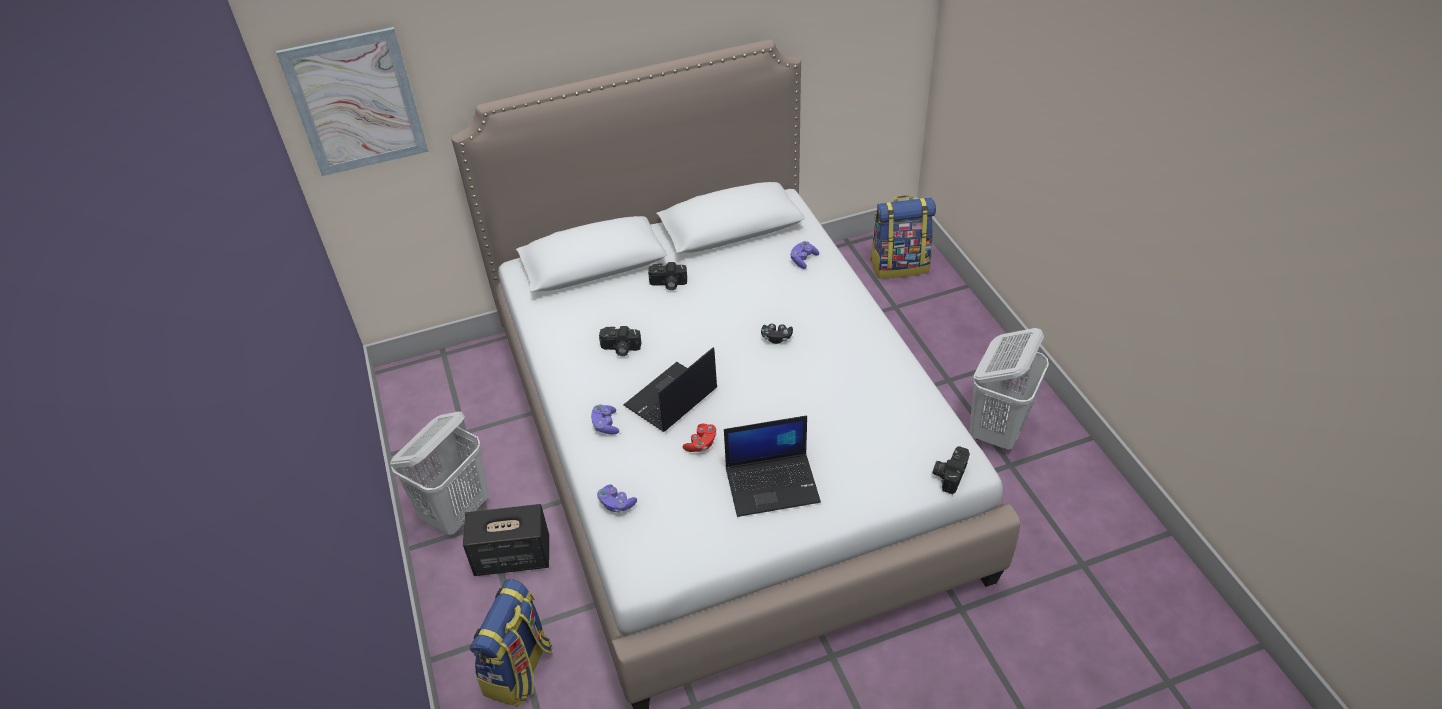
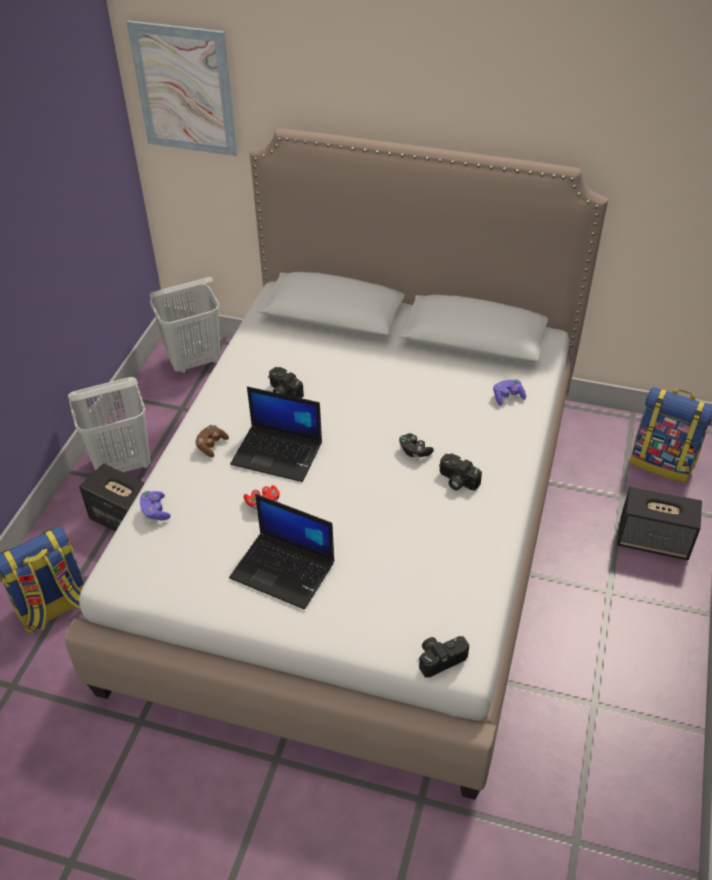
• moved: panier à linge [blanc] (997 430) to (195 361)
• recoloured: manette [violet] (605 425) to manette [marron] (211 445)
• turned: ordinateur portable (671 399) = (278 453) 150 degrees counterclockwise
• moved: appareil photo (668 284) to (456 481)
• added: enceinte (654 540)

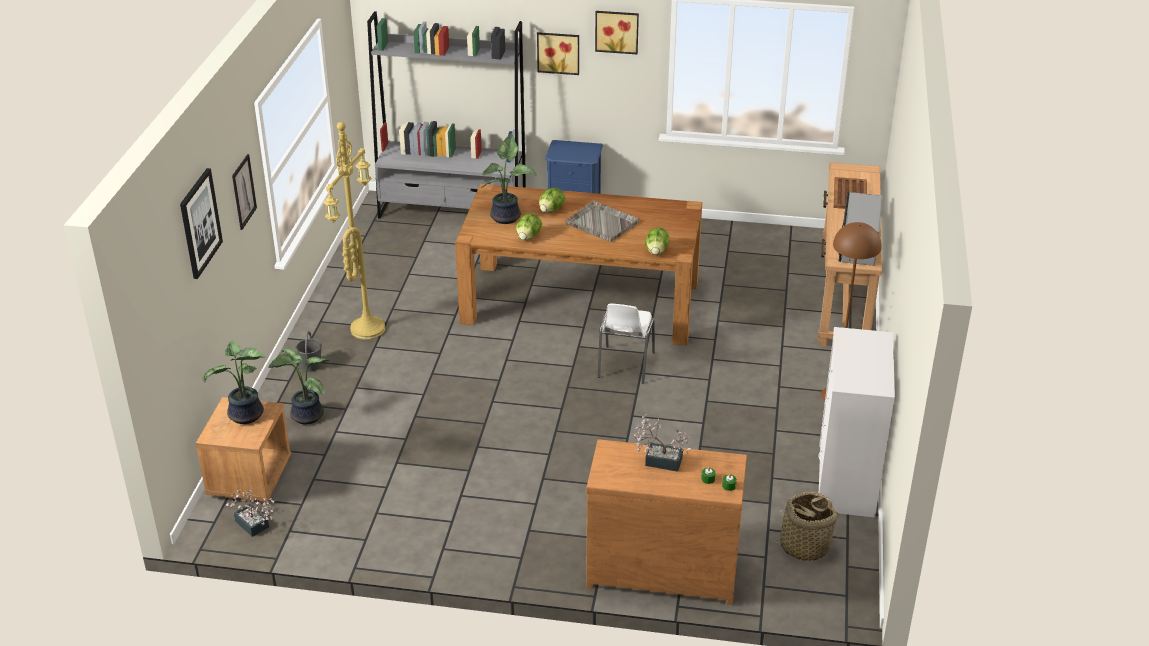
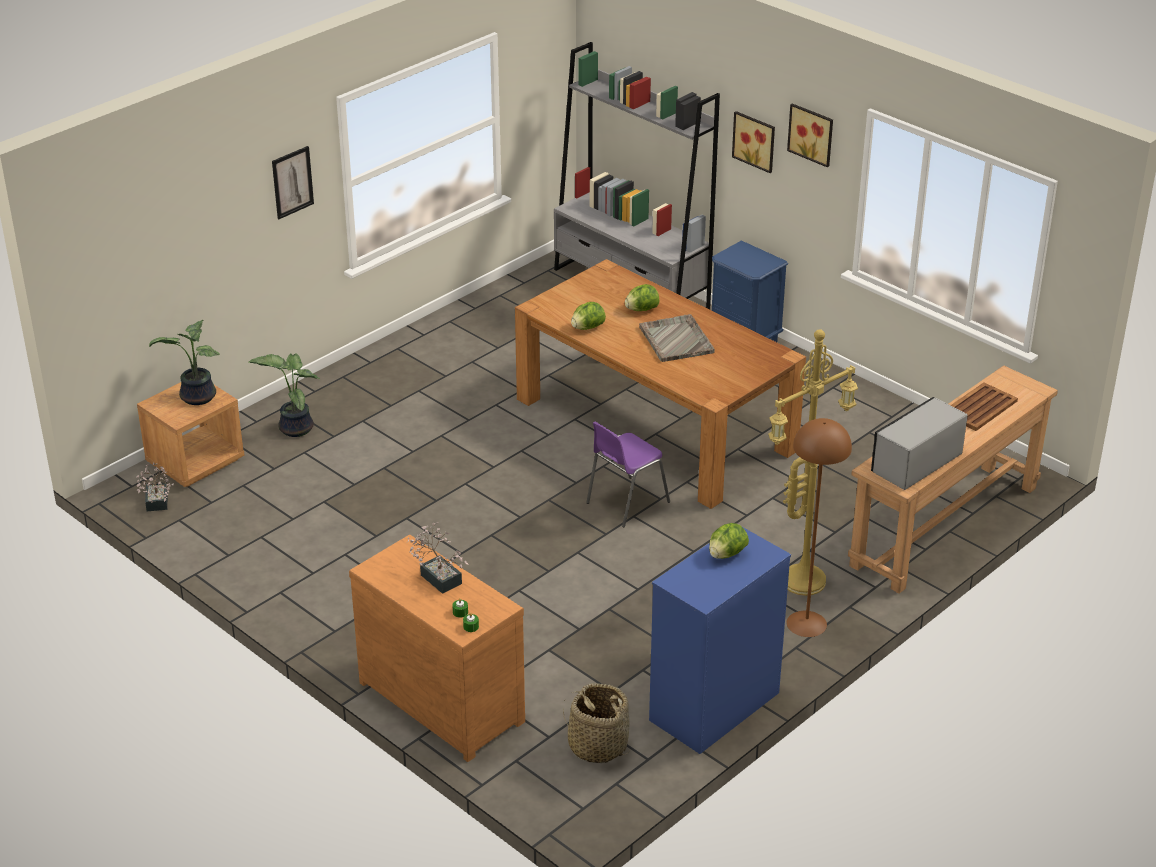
• recoloured: chaise [blanc] (624 366) to chaise [violet] (625 503)
• recoloured: commode [blanc] (846 481) to commode [bleu] (713 707)
• moved: laitue (656 251) to (726 554)
• moved: lampadaire [jaune] (366 328) to (803 579)
• removed: tableau (200 223)
• removed: seau [gris] (311 366)
• removed: plante en pot (507 217)

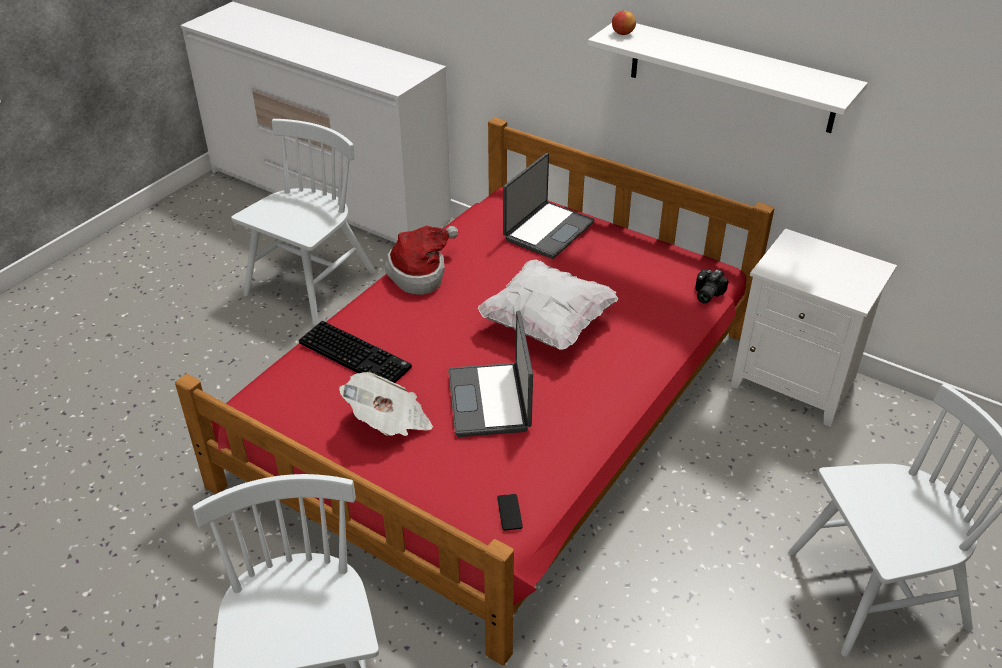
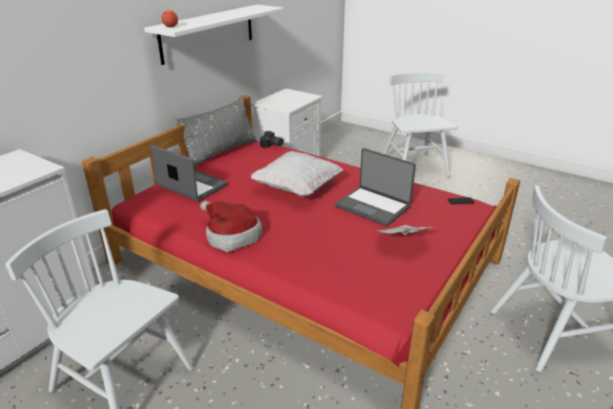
• added: coussin [gris] (221 152)
• turned: ordinateur portable (491 401) = (373 206) 45 degrees clockwise
• removed: clavier (357 355)

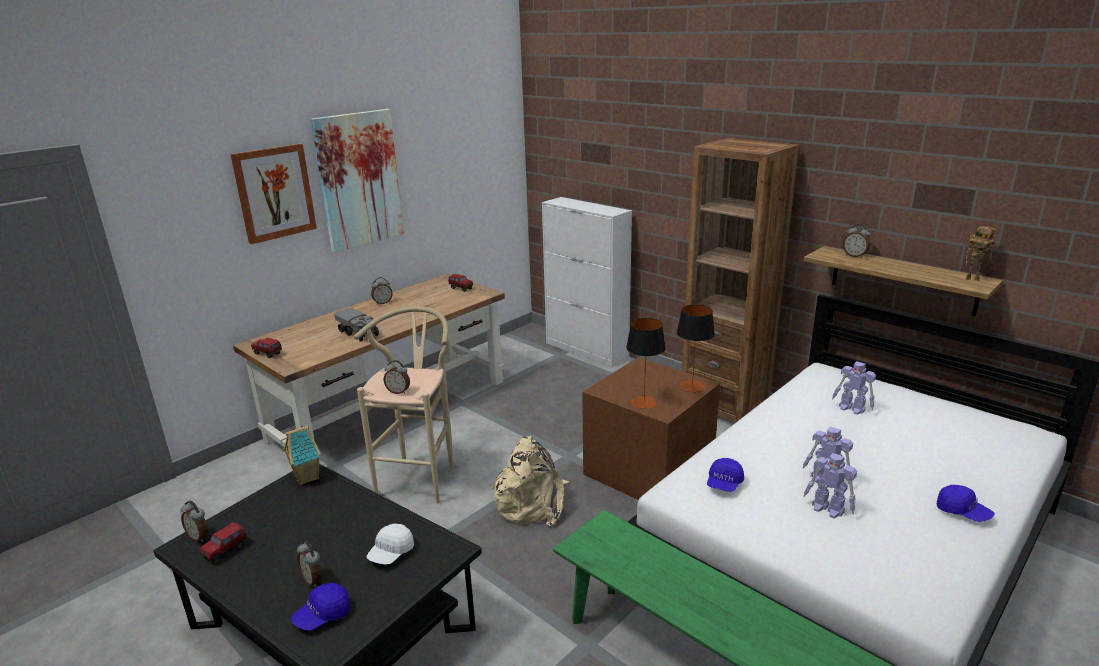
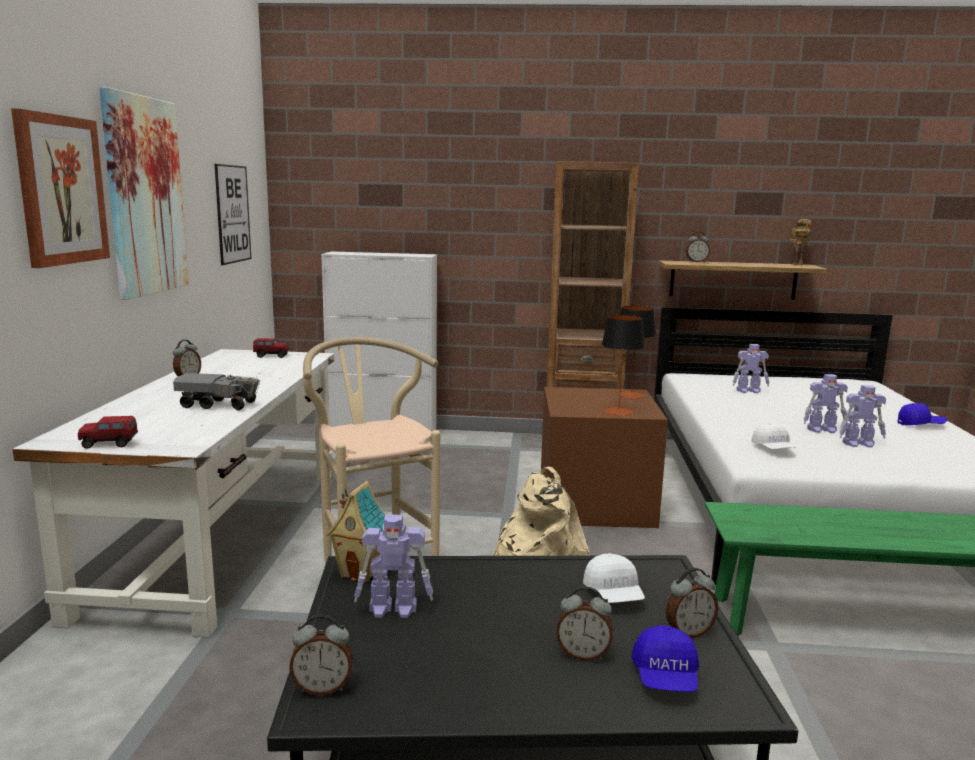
• recoloured: bureau [marron] (391 409) to bureau [blanc] (221 535)
• added: tableau (233 214)
• added: robot jouet (394 609)
• moved: réveil (398 391) to (688 632)
• recoloured: casquette [bleu] (724 484) to casquette [blanc] (773 449)
• removed: camion jouet (225 552)

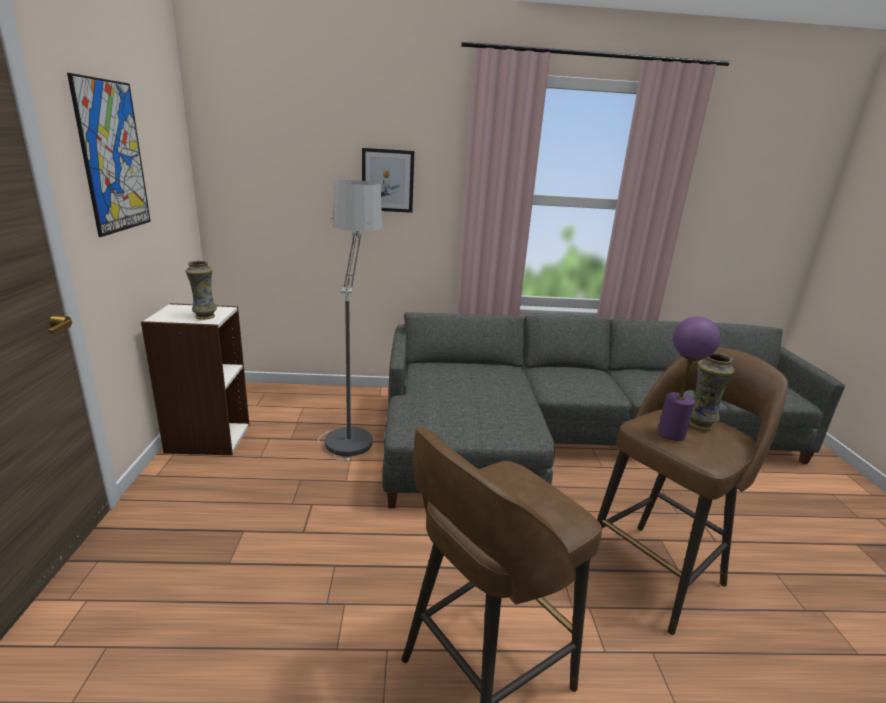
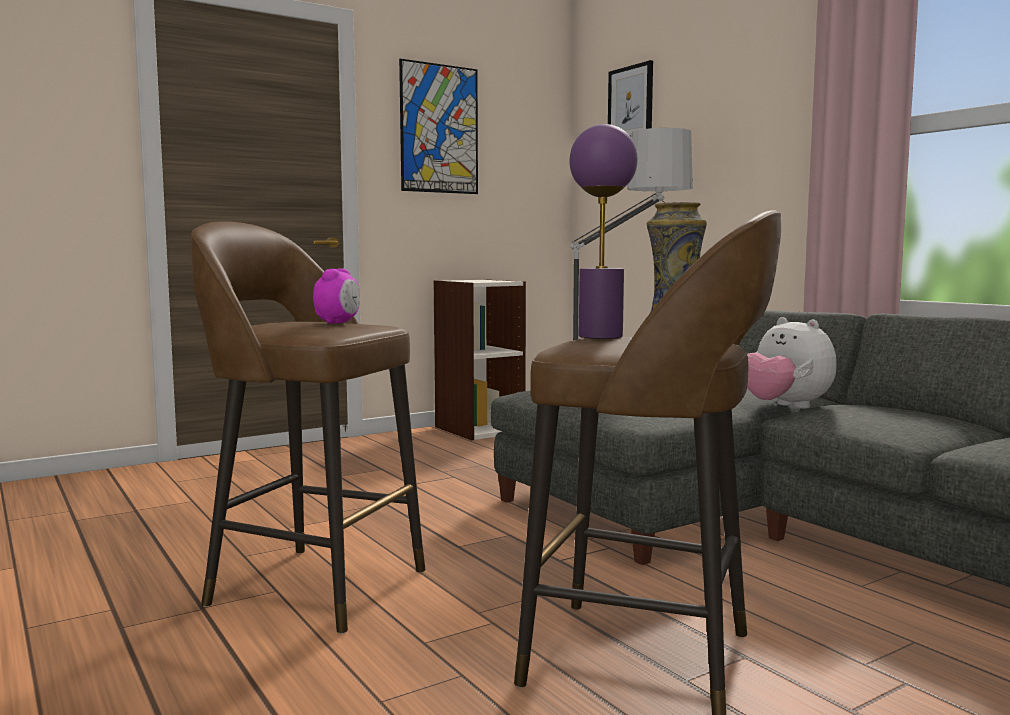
• added: réveil (338 323)
• moved: tableau (387 180) to (630 103)
• added: peluche (785 407)
• removed: vase (204 316)

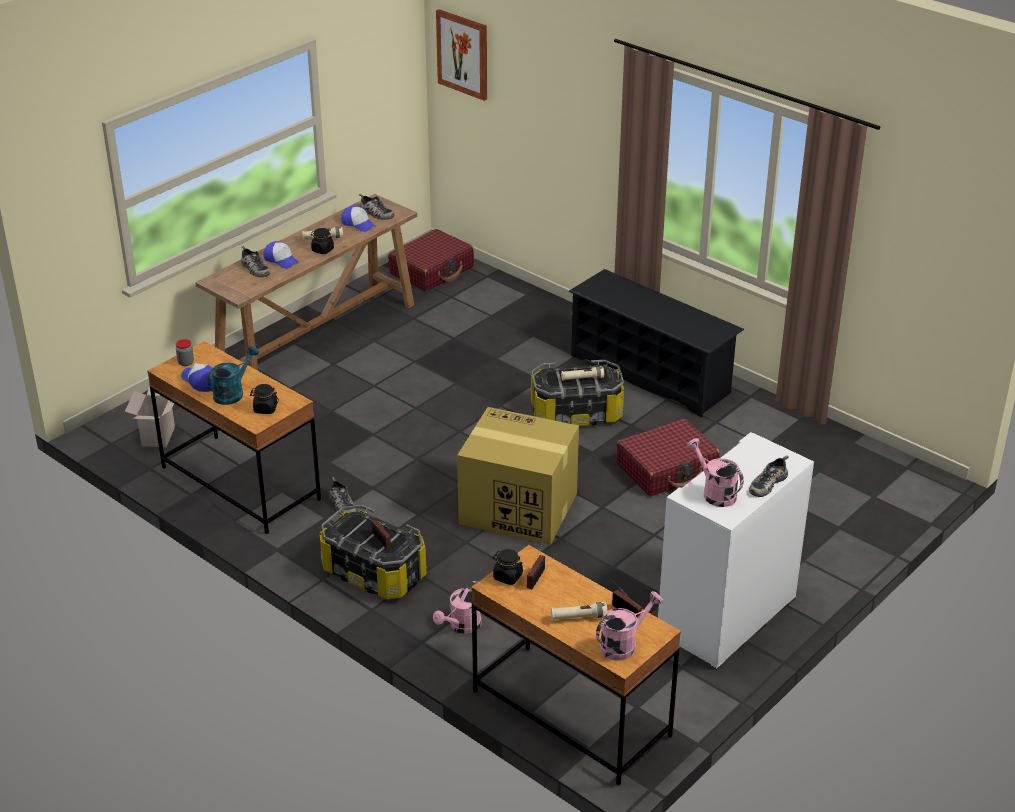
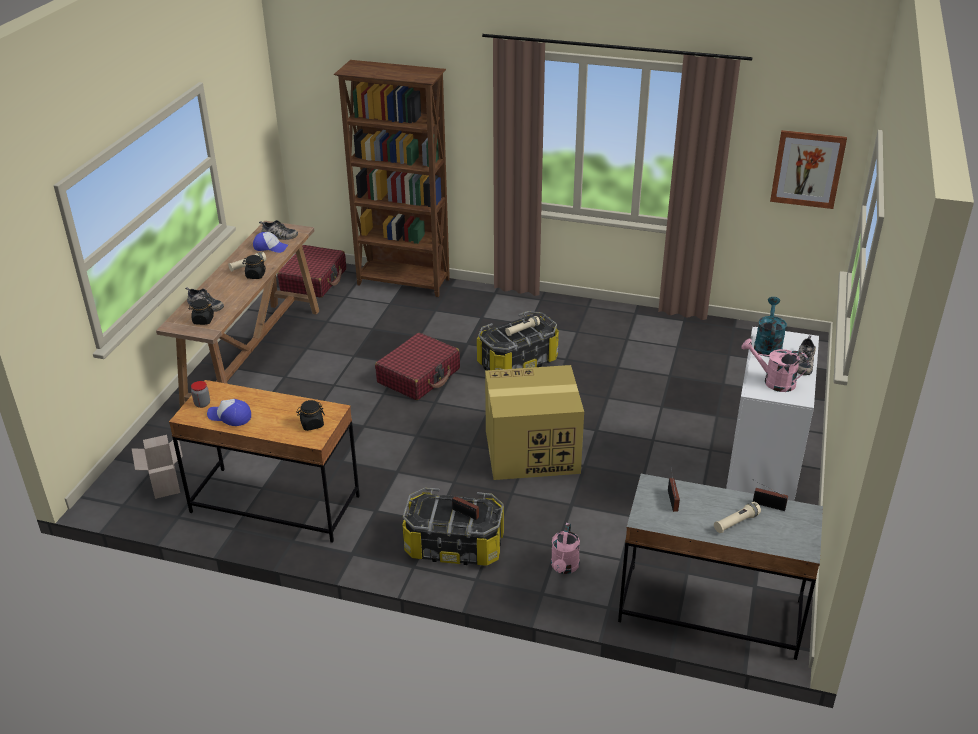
• moved: bocal [noir] (507 576) to (203 320)
• added: bibliothèque [marron] (404 282)
• moved: valise [rouge] (667 469) to (419 376)
• recoloured: bureau [marron] (570 713) to bureau [gris] (710 611)
• moved: arrosoir [turquoise] (232 393) to (767 345)
• moved: tableau (463 54) to (807 169)
• removed: casquette (281 260)
• removed: chaussure (341 504)
• removed: étagère à chaussures [noir] (650 374)
• removed: arrosoir [rose] (623 644)

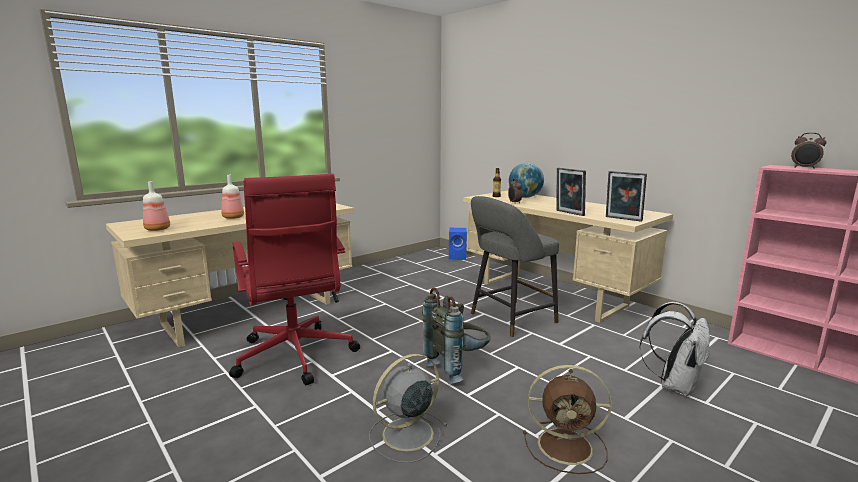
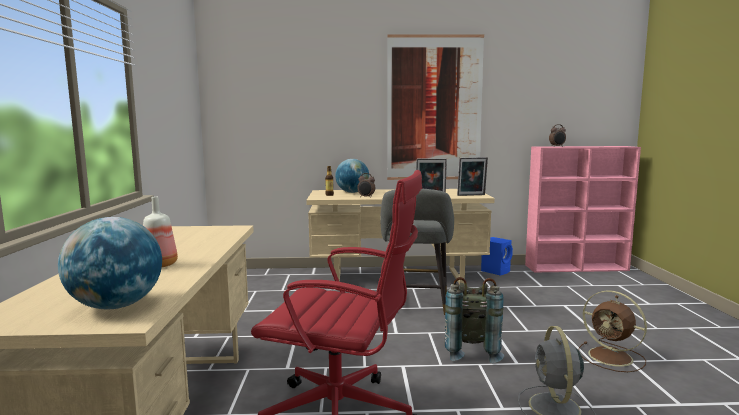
• replaced: bouteille (157 229) to globe (116 306)
• added: tableau (434 108)
• moved: enceinte [bleu] (458 257) to (496 271)
• turned: ventilateur [marron] (567 446) = (612 357) 90 degrees clockwise
• removed: sac à dos [blanc] (674 385)

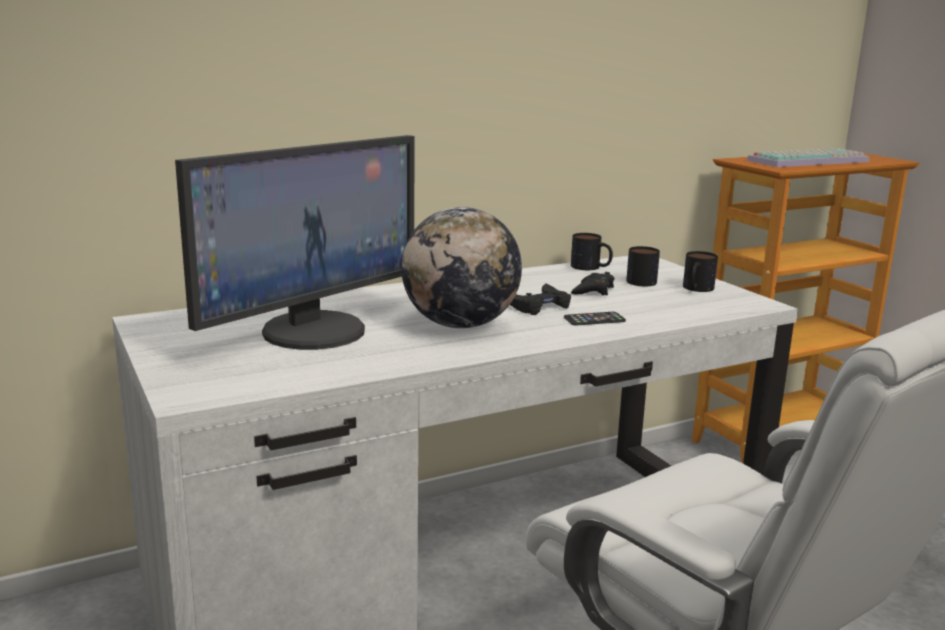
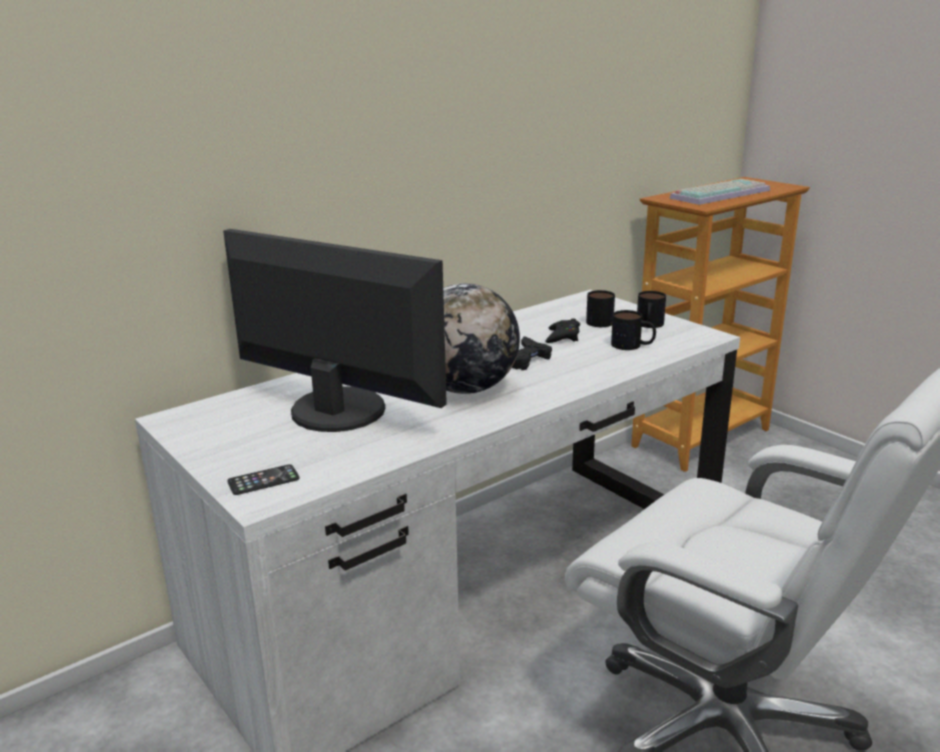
• turned: écran d'ordinateur (312 331) = (336 411) 90 degrees counterclockwise
• moved: téléphone (594 319) to (263 480)
• moved: mug (591 267) to (633 345)

